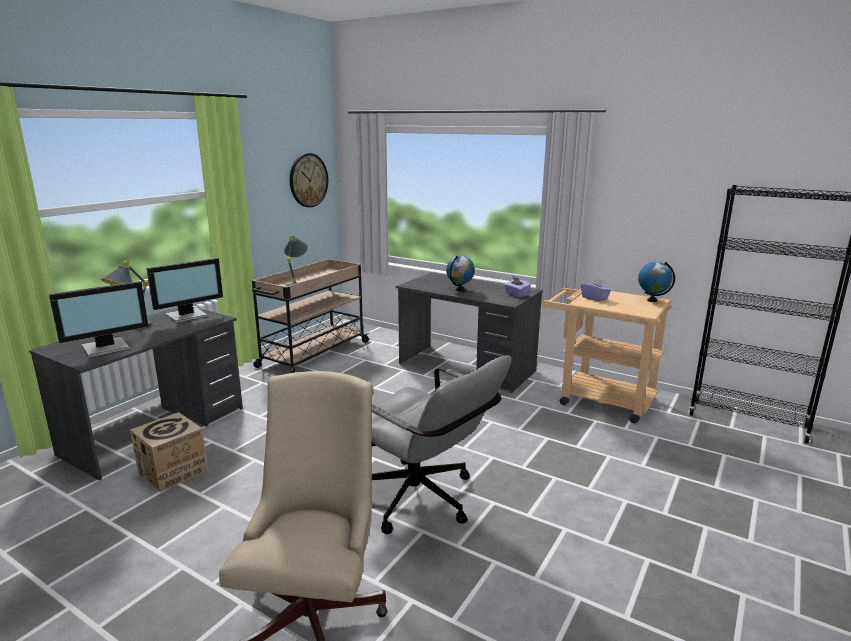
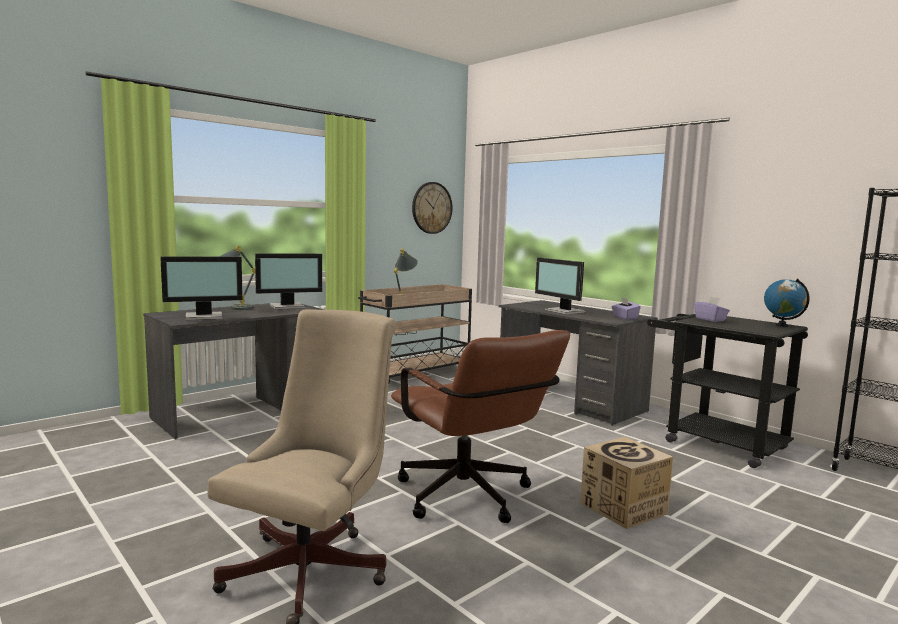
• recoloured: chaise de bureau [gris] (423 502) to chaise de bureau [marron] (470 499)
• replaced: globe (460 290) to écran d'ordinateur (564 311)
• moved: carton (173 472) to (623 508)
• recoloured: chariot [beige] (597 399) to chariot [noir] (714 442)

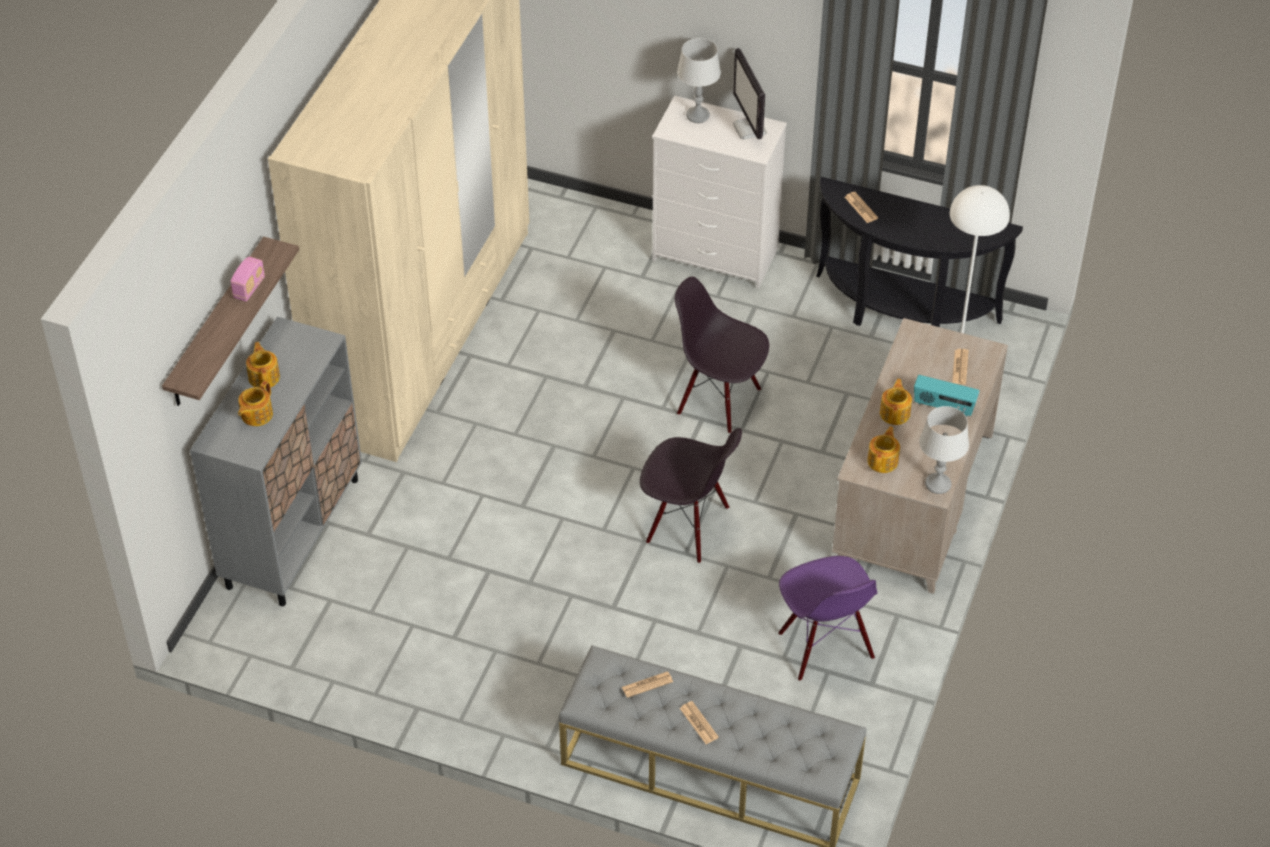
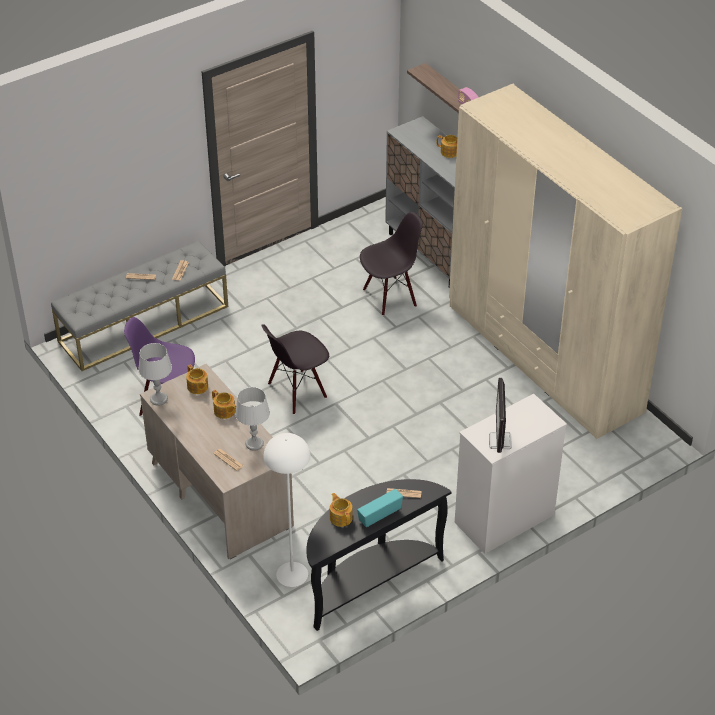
• moved: lampe de table [gris] (697 115) to (254 444)
• moved: théière (256 415) to (341 517)
• moved: radio (943 406) to (379 516)
• moved: chaise [noir] (719 400) to (389 297)
• turned: écran d'ordinateur (750 129) = (500 441) 105 degrees counterclockwise

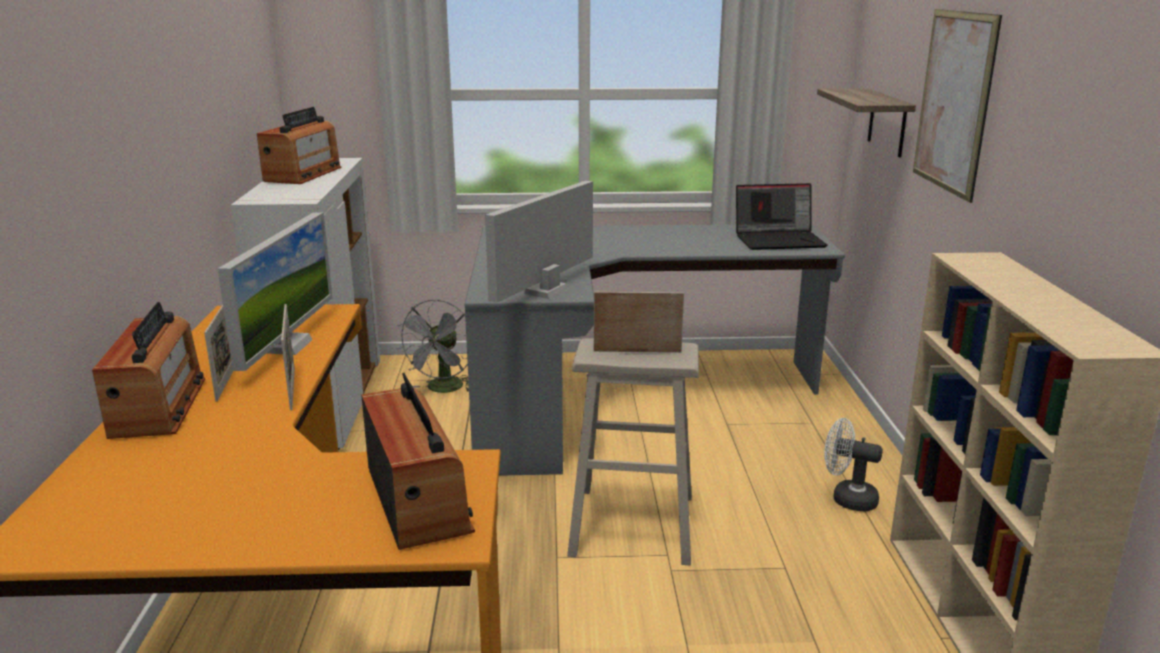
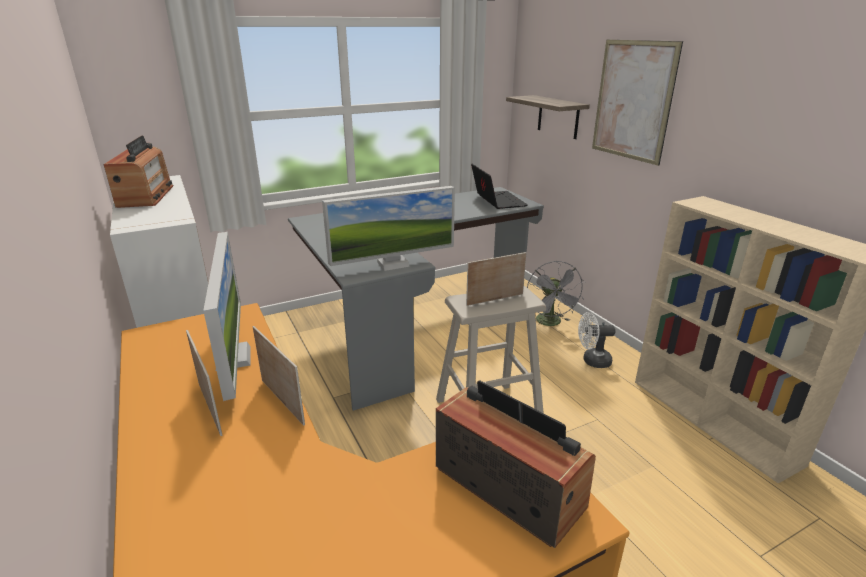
• turned: écran d'ordinateur (546 291) = (393 264) 120 degrees counterclockwise
• turned: ordinateur portable (780 240) = (497 201) 75 degrees counterclockwise
• moved: ventilateur [gris] (443 390) to (551 323)
• removed: radio (158 407)

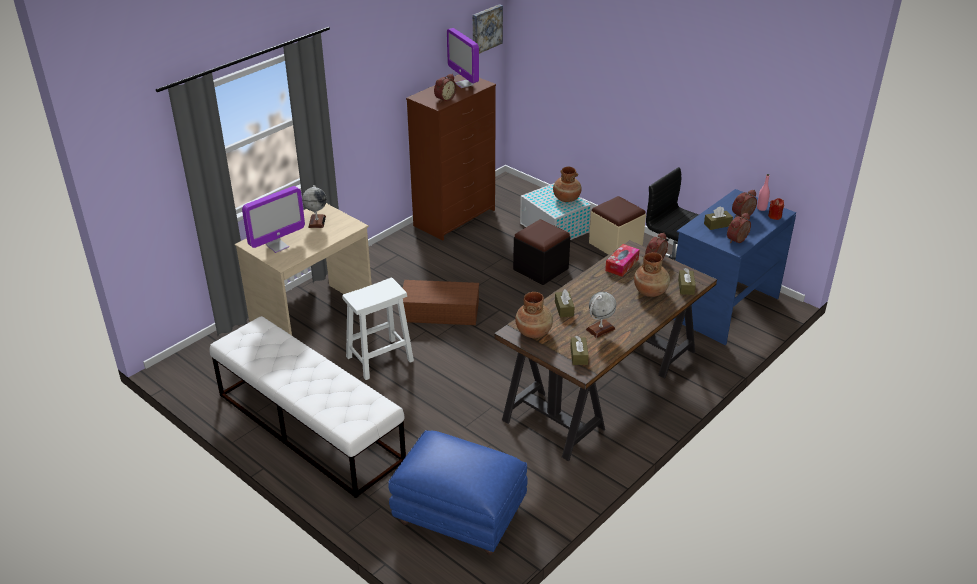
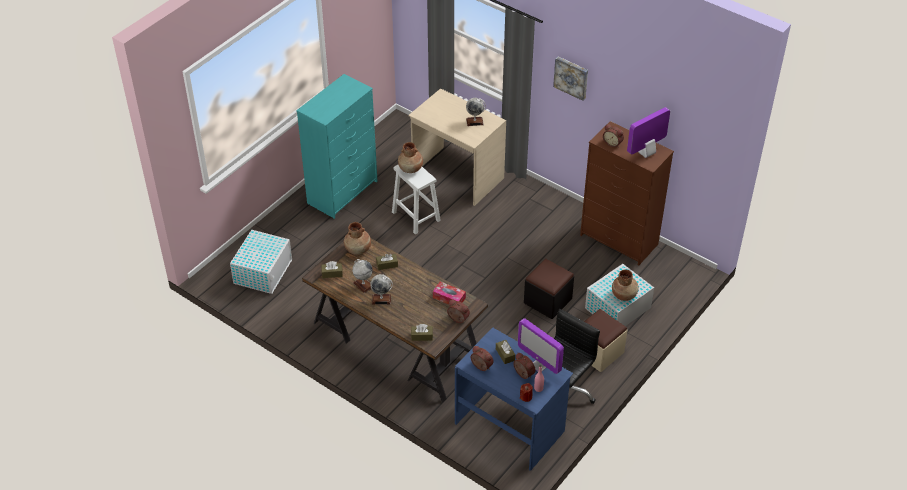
• replaced: pouf [bleu] (458 516) to boîte de rangement [blanc] (263 271)
• replaced: banc [blanc] (309 426) to commode [turquoise] (343 192)
• added: globe (381 299)
• moved: vase [marron] (650 291) to (410 169)
• moved: écran d'ordinateur (277 246) to (539 365)
• moved: tableau (486 28) to (571 77)
• removed: boîte de rangement [marron] (441 311)

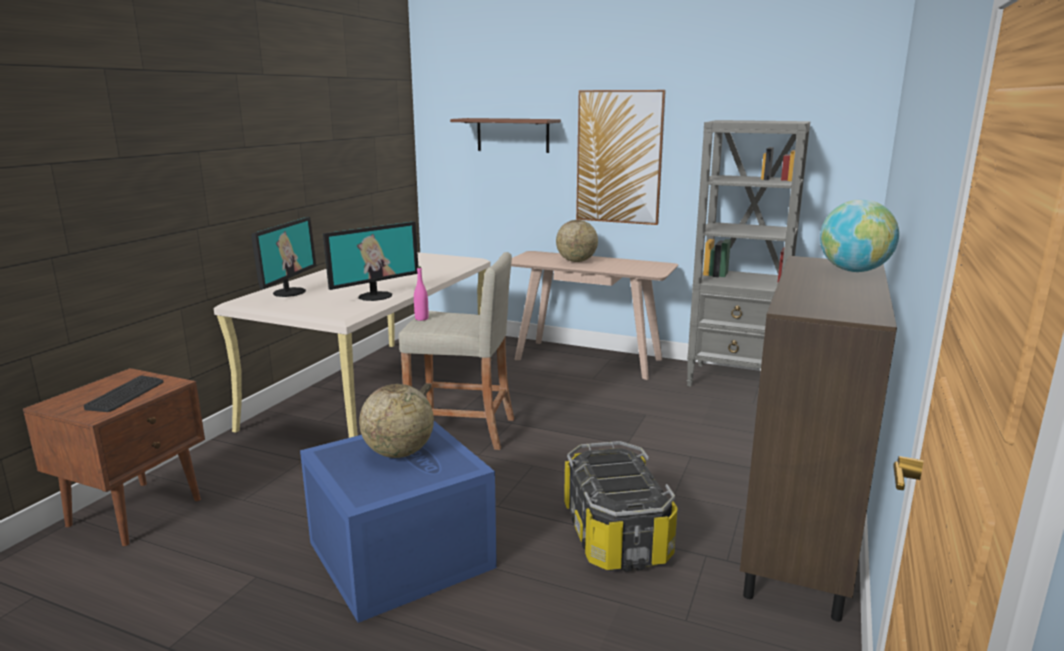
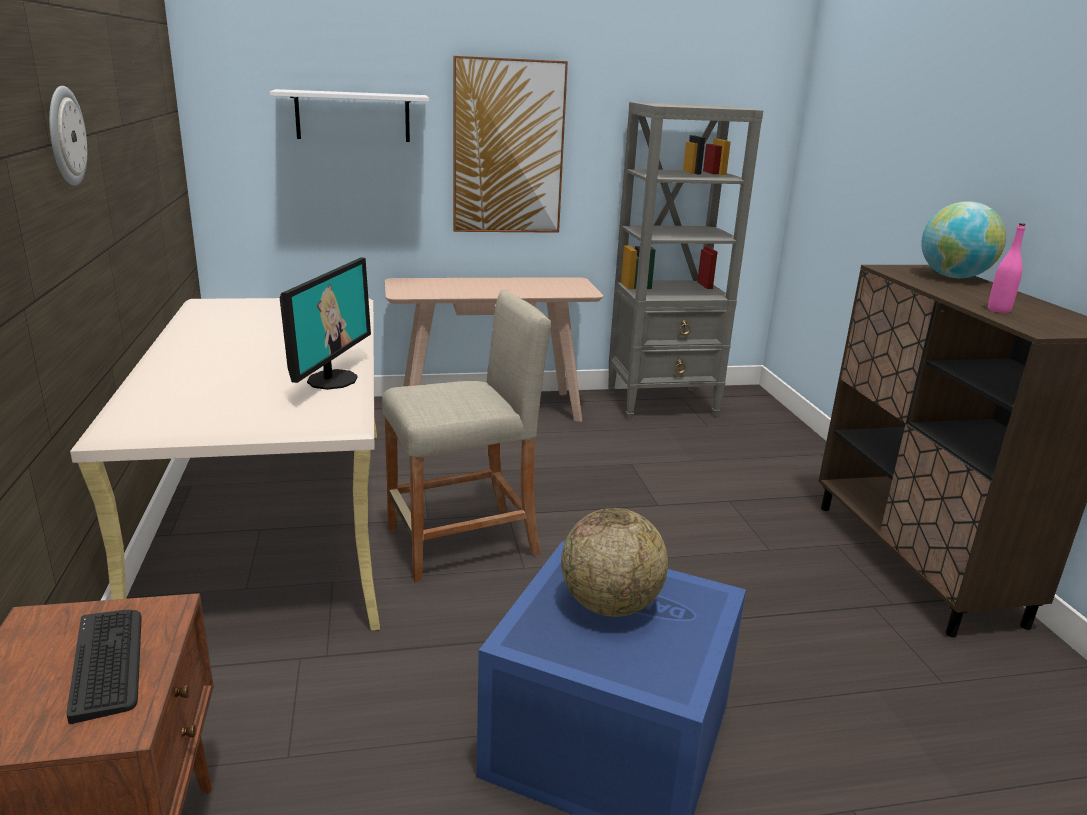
• added: horloge murale (65 136)
• recoloured: étagère [marron] (512 135) to étagère [blanc] (353 116)
• moved: bouteille [rose] (421 318) to (998 310)
• removed: écran d'ordinateur (288 292)
• removed: globe (576 261)
• removed: boîte de rangement (616 534)

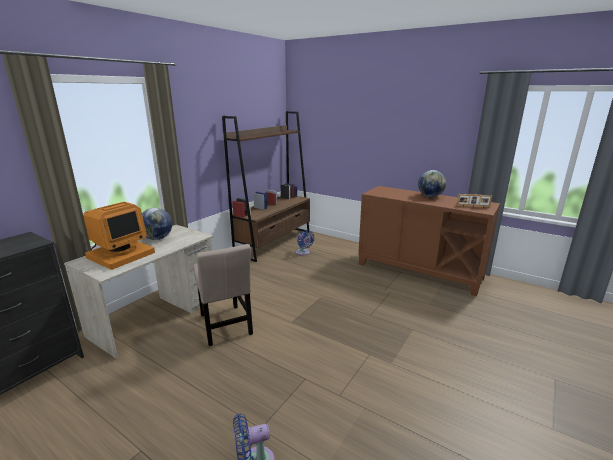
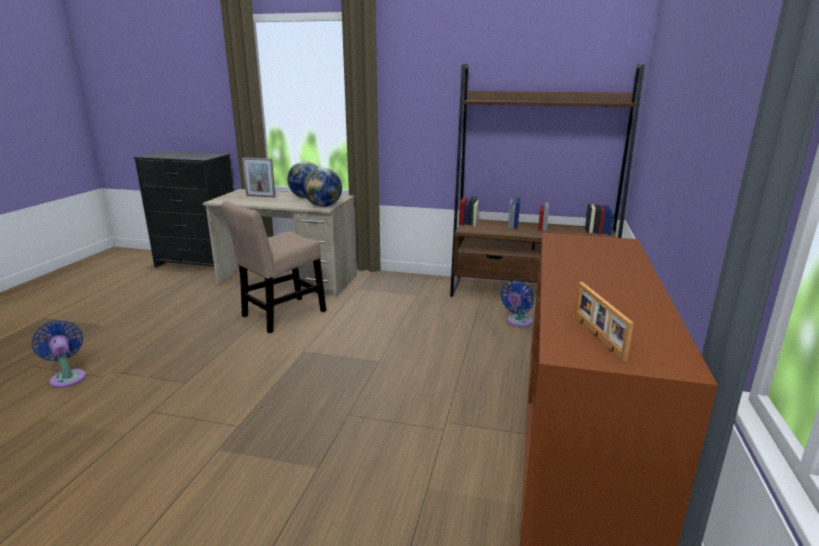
• replaced: écran d'ordinateur (120 254) to cadre photo (260 196)
• moved: globe (430 196) to (323 206)

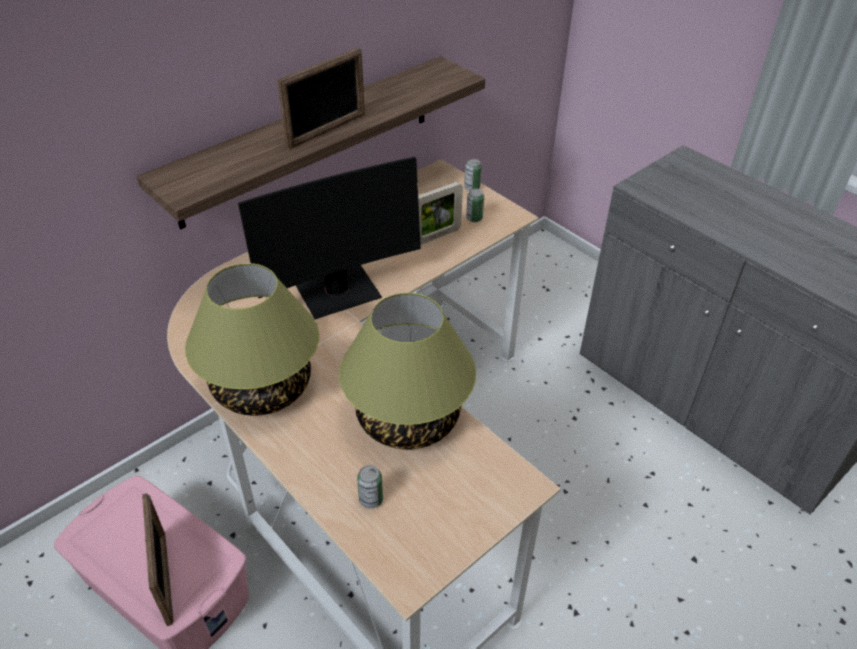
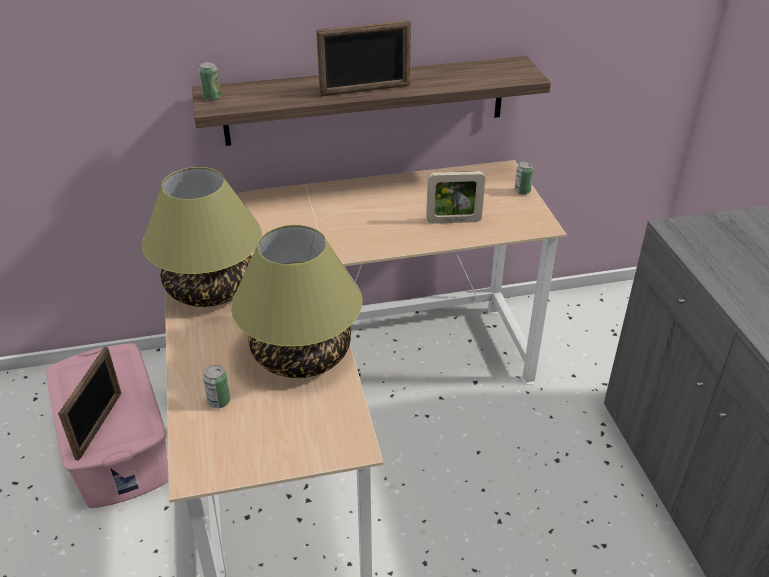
• moved: boîte métallique (474 218) to (212 97)
• removed: écran d'ordinateur (338 292)

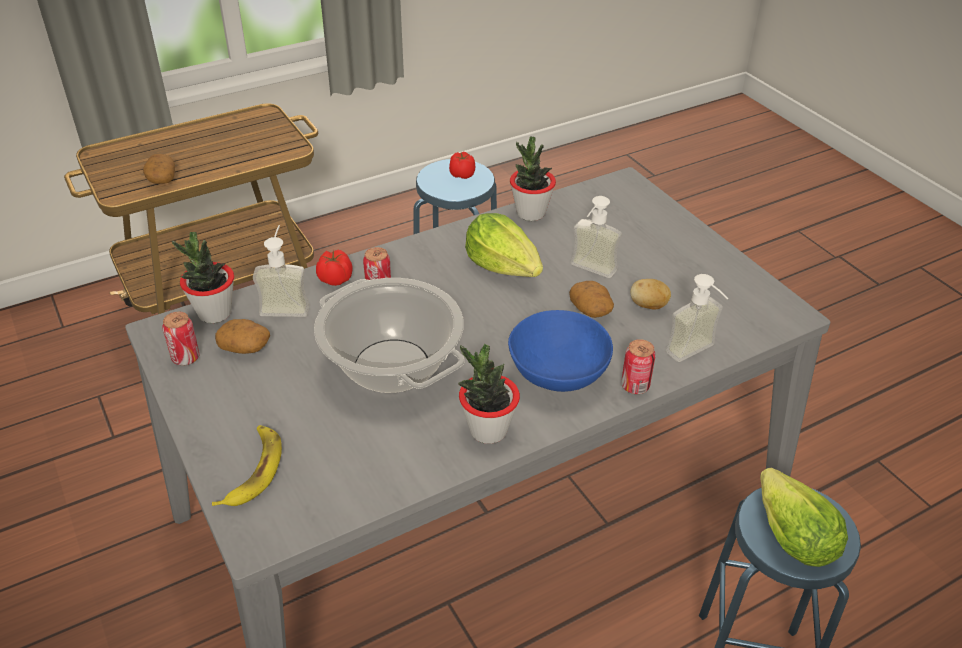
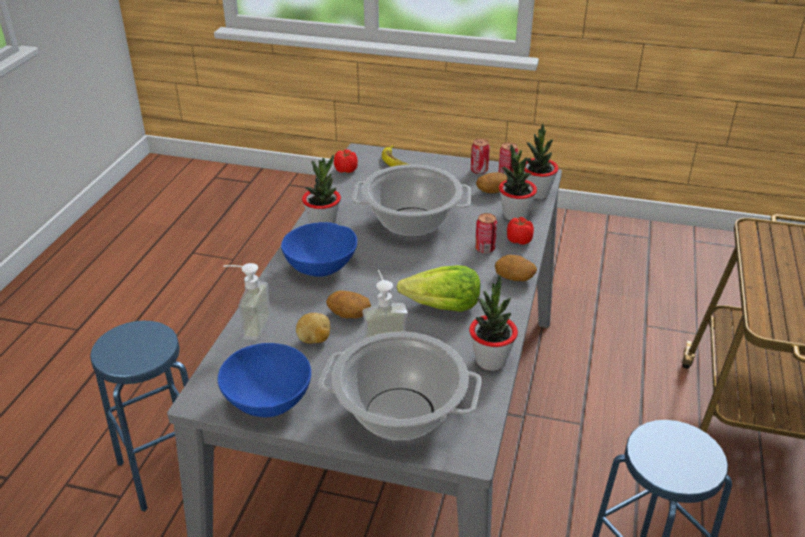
• added: bol [bleu] (268 400)
• added: marmite (401 414)
• moved: tomate (462 174) to (346 170)
• moved: boîte métallique (635 386) to (479 170)
• moved: pomme de terre (161 178) to (515 277)
• replaced: distributeur de savon (286 304) to plante en pot (515 215)
• removed: laitue (791 536)

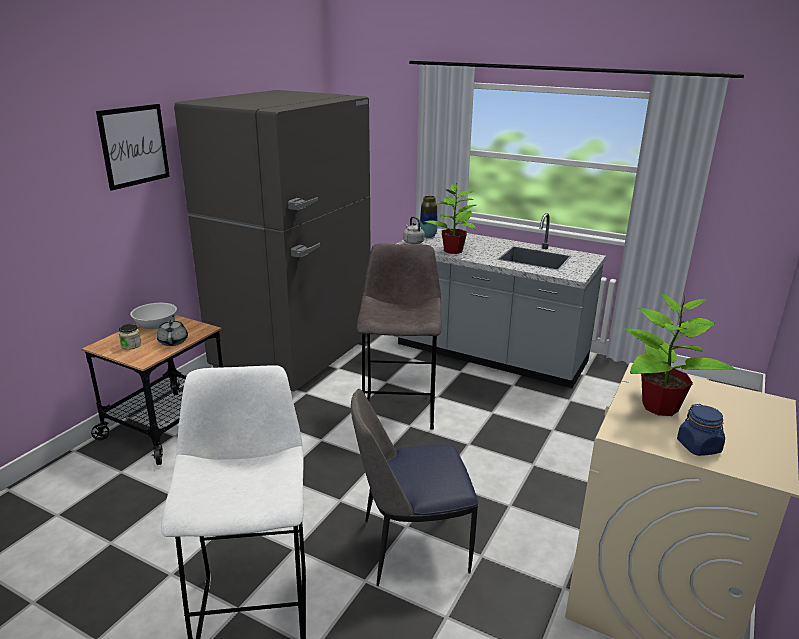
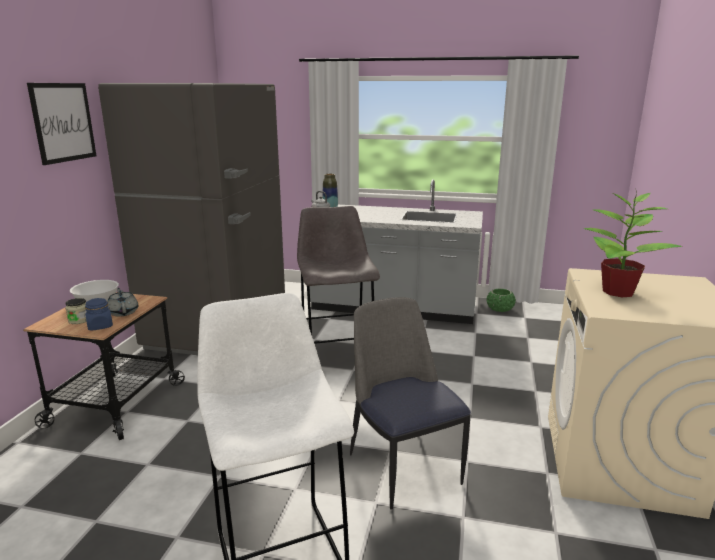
• moved: bocal [bleu] (699 447) to (100 326)
• turned: chaise (411 547) = (403 466) 90 degrees clockwise
• added: cache-pot [vert] (500 309)
• removed: plante en pot (453 251)

